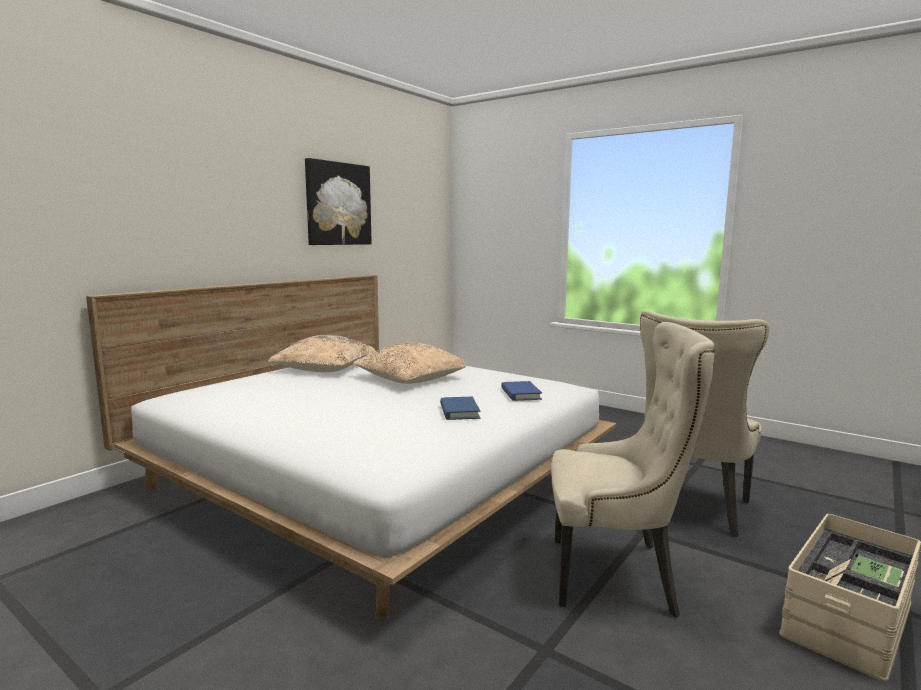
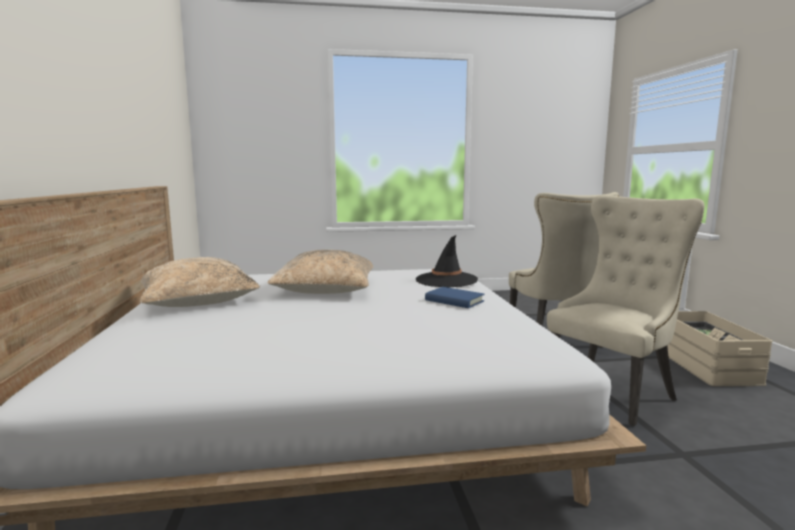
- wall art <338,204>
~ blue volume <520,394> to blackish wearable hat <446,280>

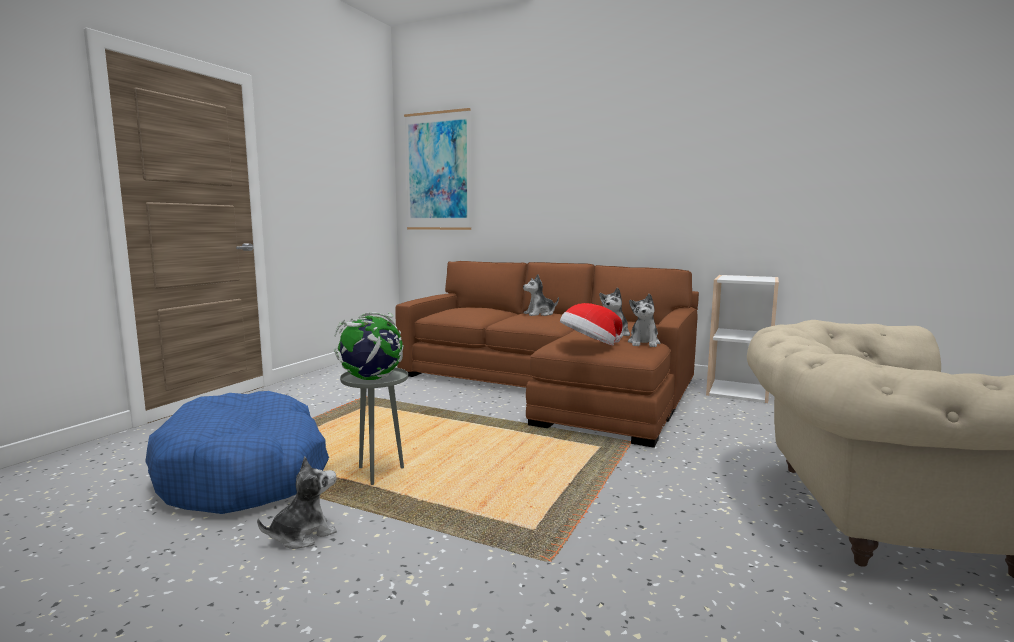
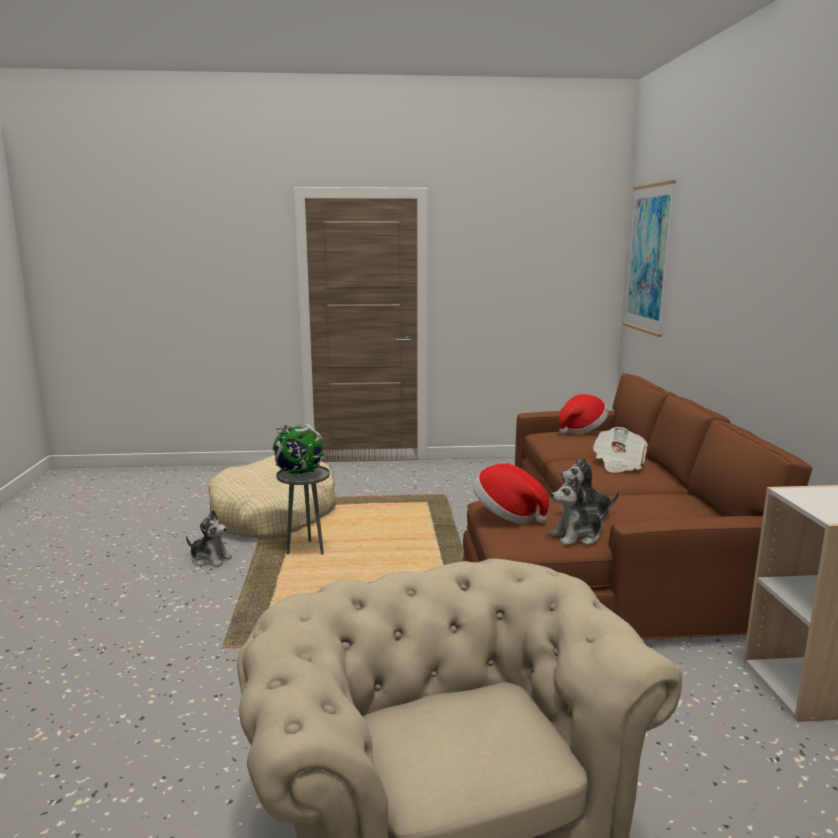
+ wearable hat <581,430>
~ plush toy <540,314> to daily paper <618,464>
~ blue dog bed <246,473> to sand-coloured dog bed <273,514>

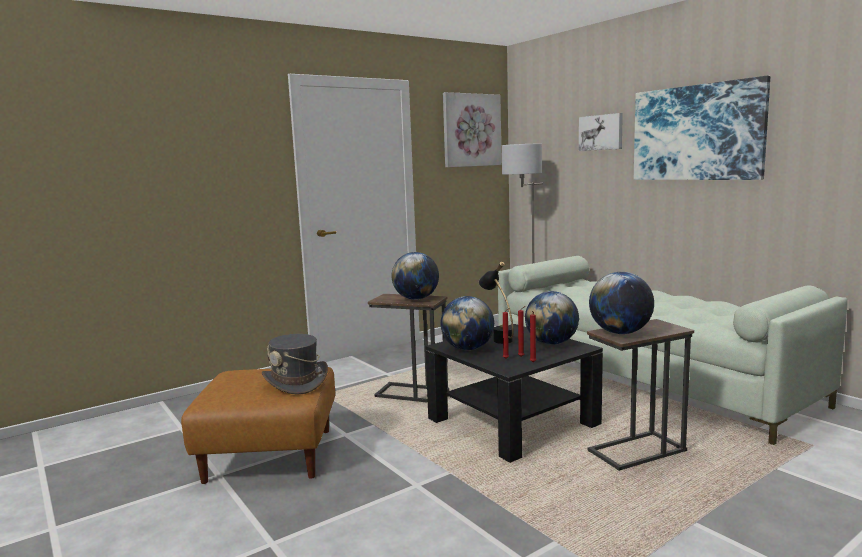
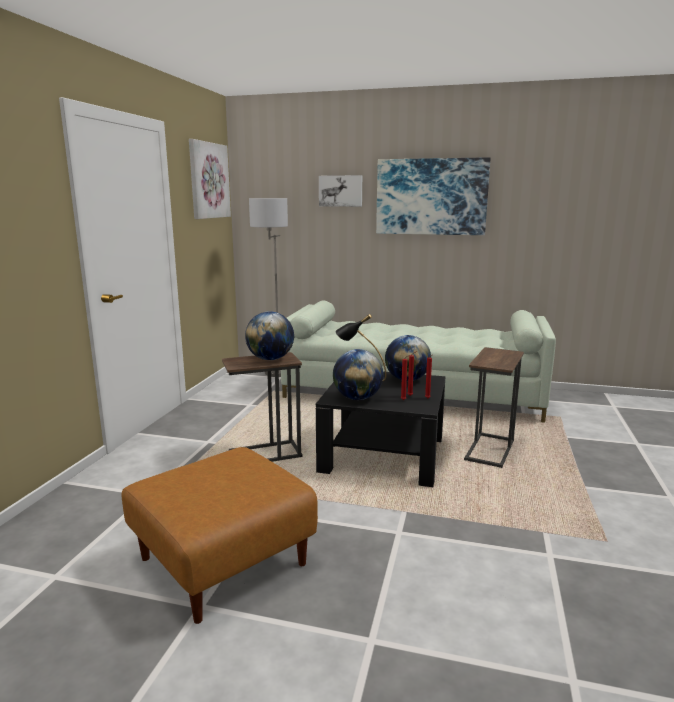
- gray wearable hat <296,382>
- world globe <620,333>

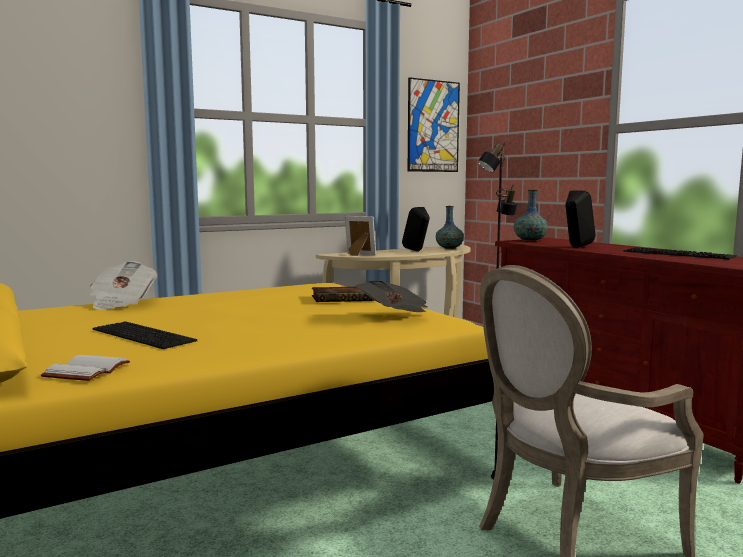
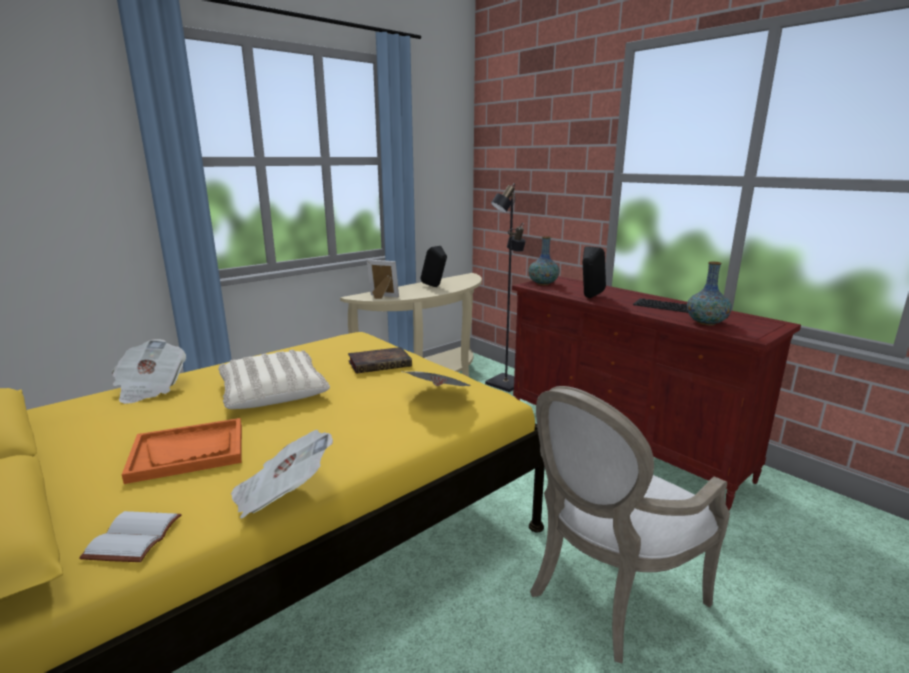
- wall art <433,126>
+ sand-coloured throw pillow <273,391>
+ daily paper <282,495>
~ vase <449,248> to <706,323>
~ computer keyboard <145,334> to orangey carrying tray <188,452>

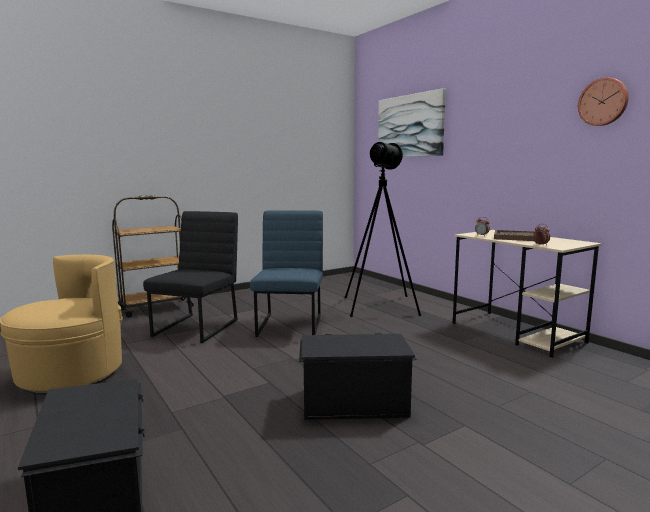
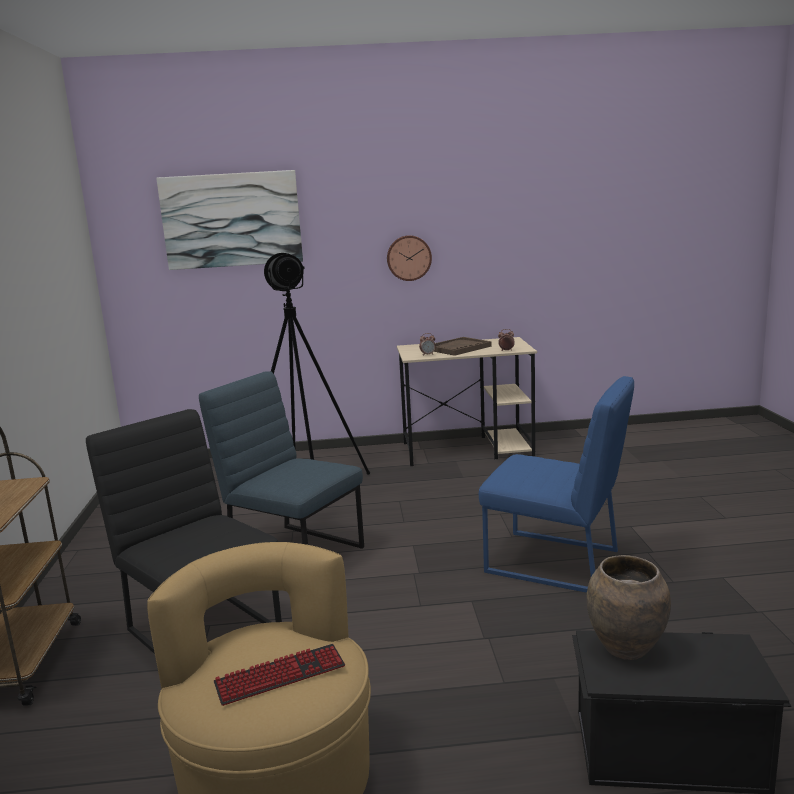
+ computer keyboard <280,676>
+ brown-coloured vase <626,648>
~ wall clock <603,102> to <409,258>
~ blackish storage bin <353,401> to blue upright chair <556,562>

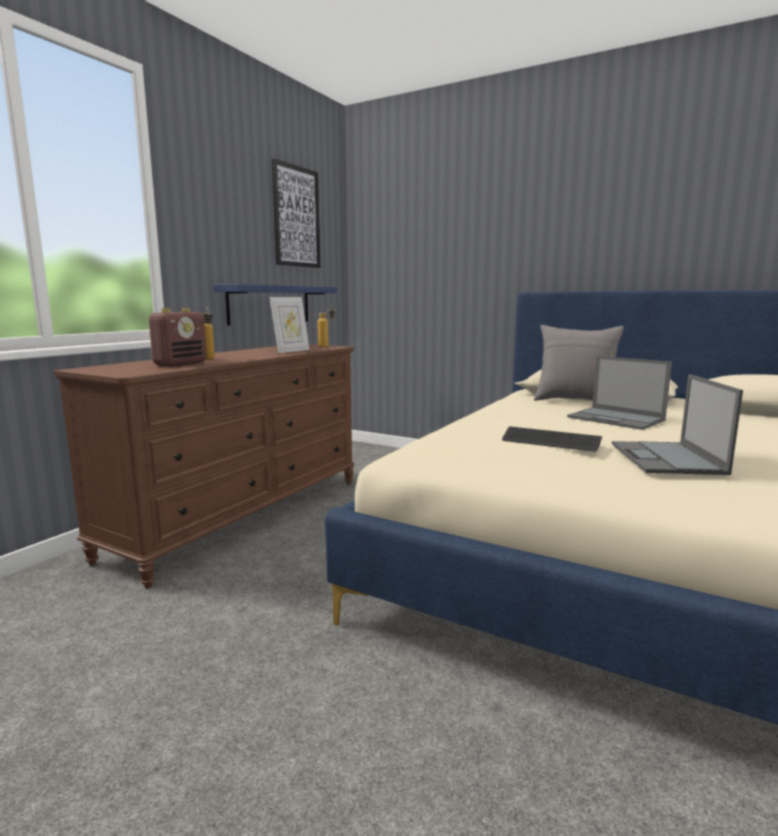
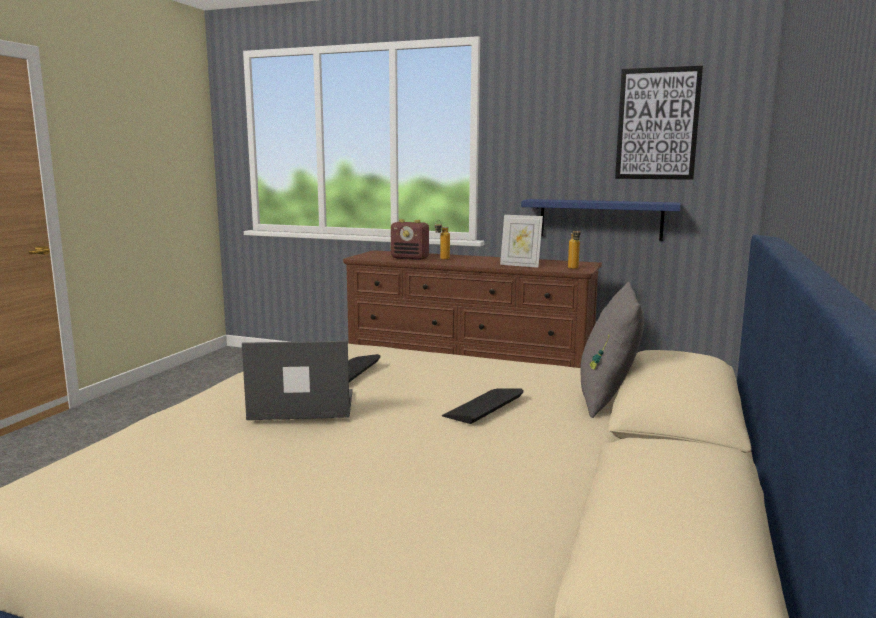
~ portable computer <617,419> to computer keyboard <483,406>

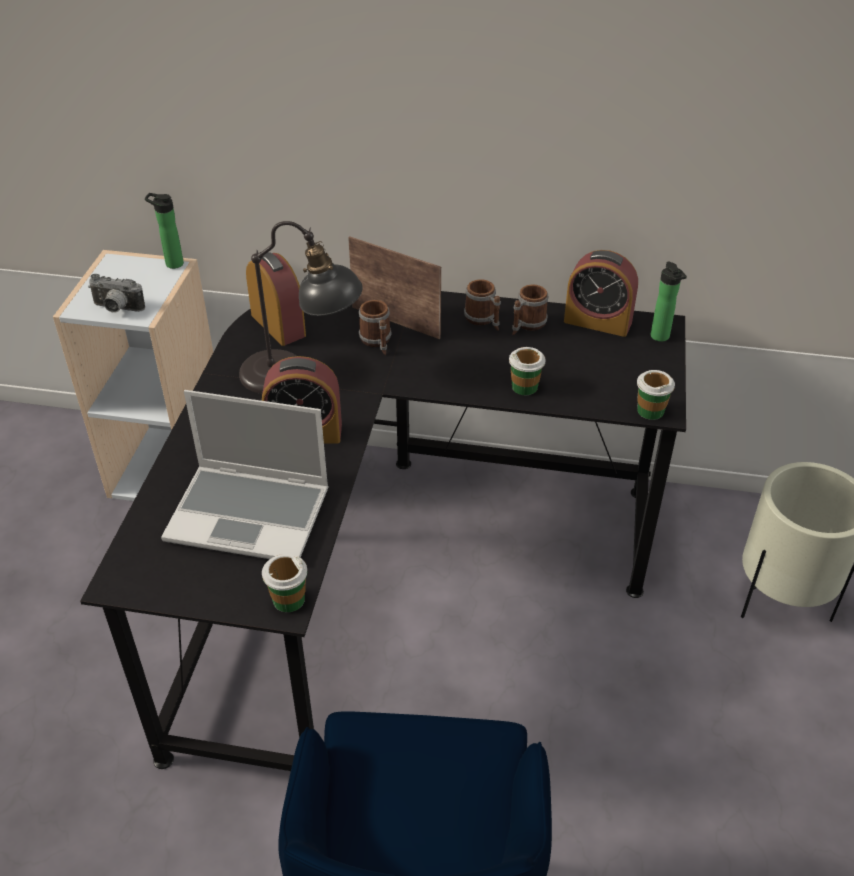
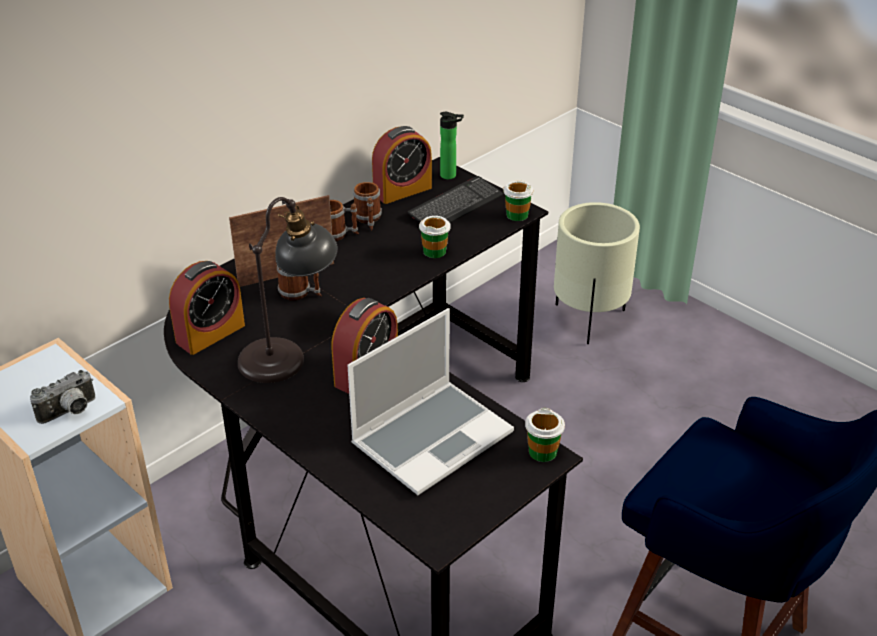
- drink bottle <171,263>
+ computer keyboard <455,206>
~ table clock <278,325> = <210,334> 135 degrees clockwise

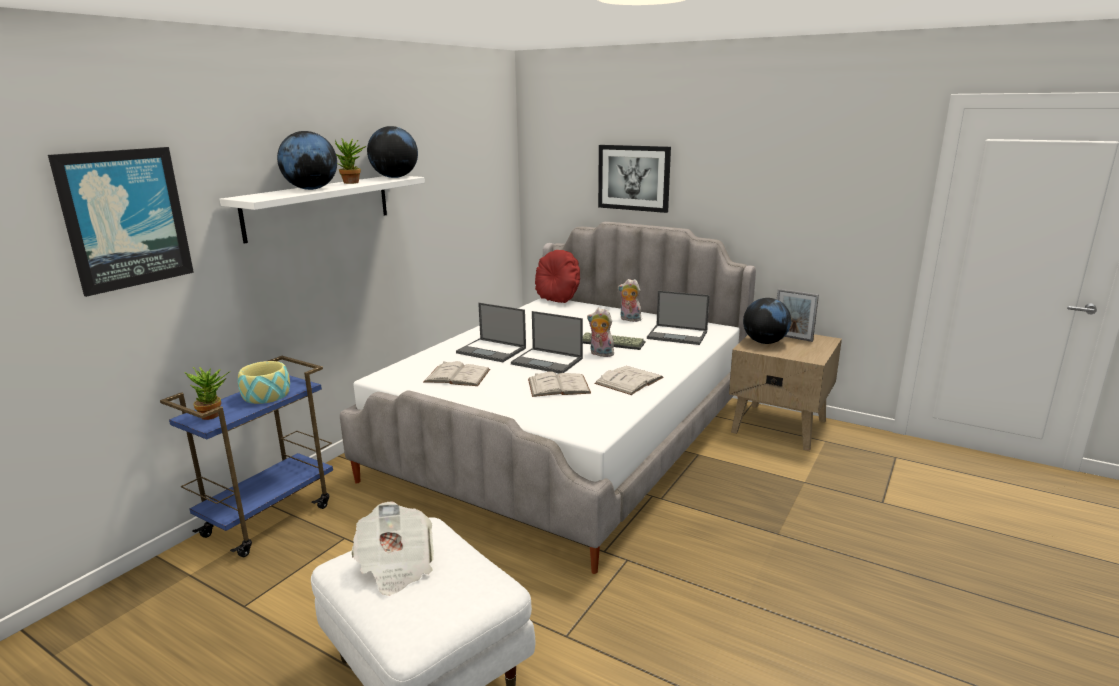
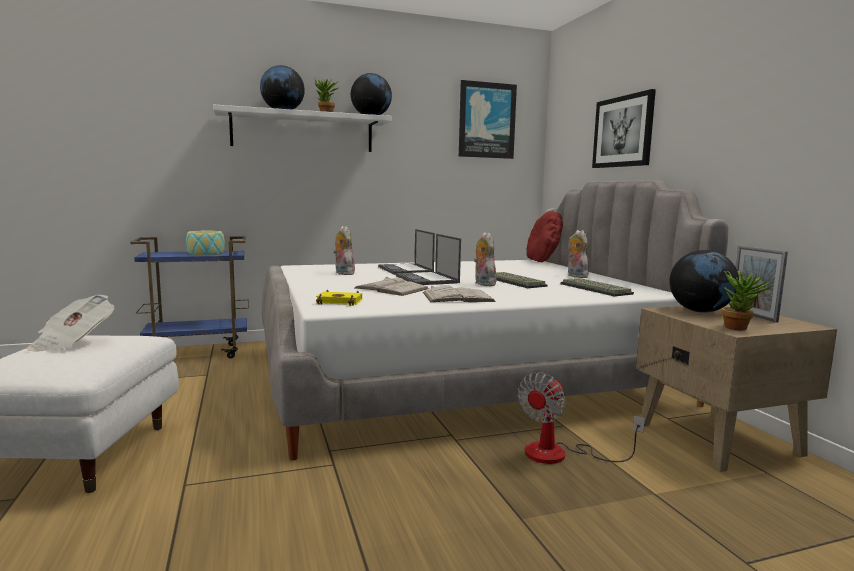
+ yellowish volume <341,302>
+ electric fan <560,454>
~ wall art <125,219> to <486,120>
~ houseplant <214,415> to <740,328>
~ white-coloured volume <457,376> to plush toy <343,273>
~ portable computer <678,335> to computer keyboard <596,289>

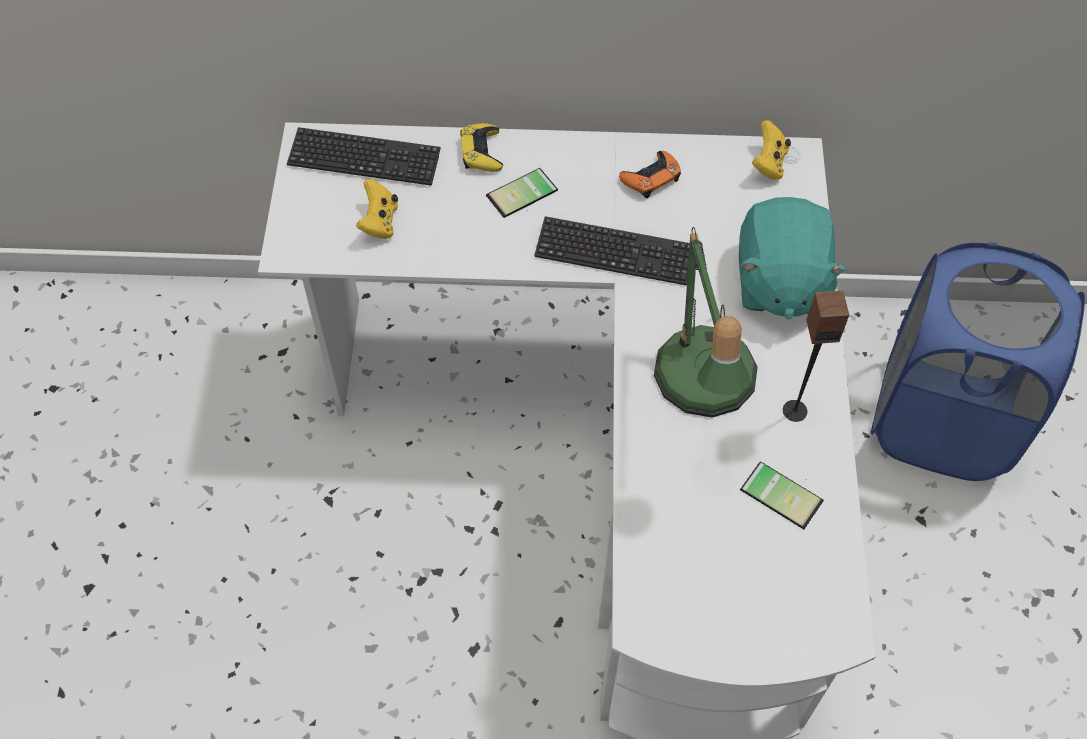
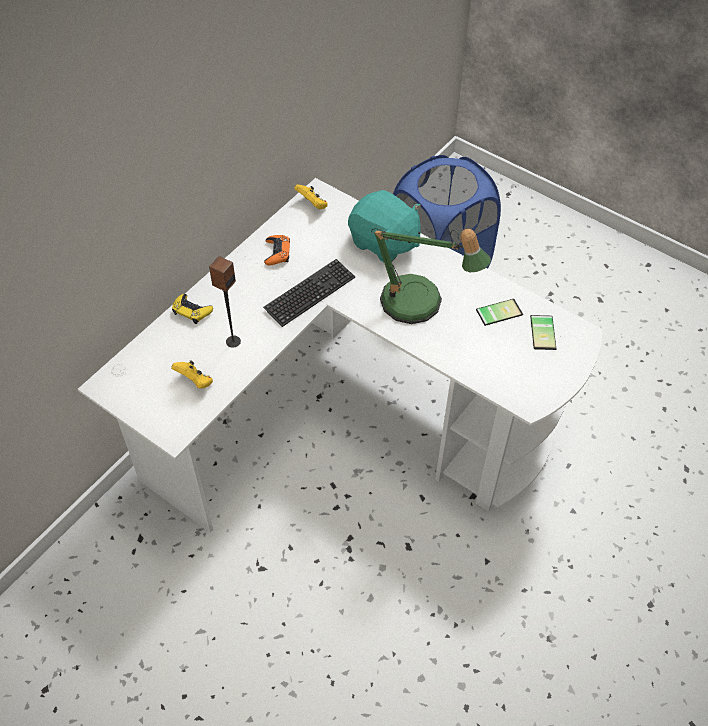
- computer keyboard <364,159>
~ phone <524,195> to <545,332>
~ speaker <794,410> to <233,341>

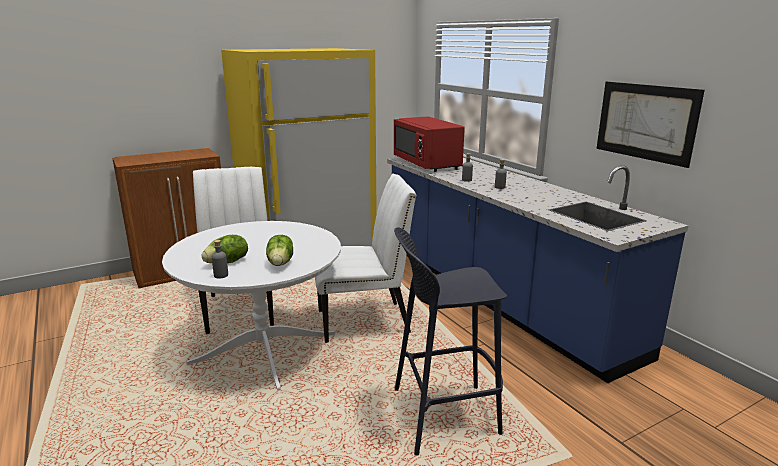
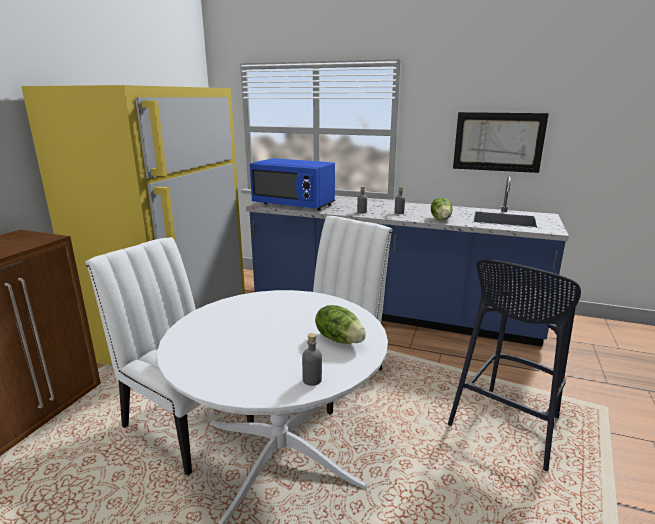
~ lettuce head <228,262> to <441,219>
~ reddish microwave <427,164> to blue microwave <294,205>

